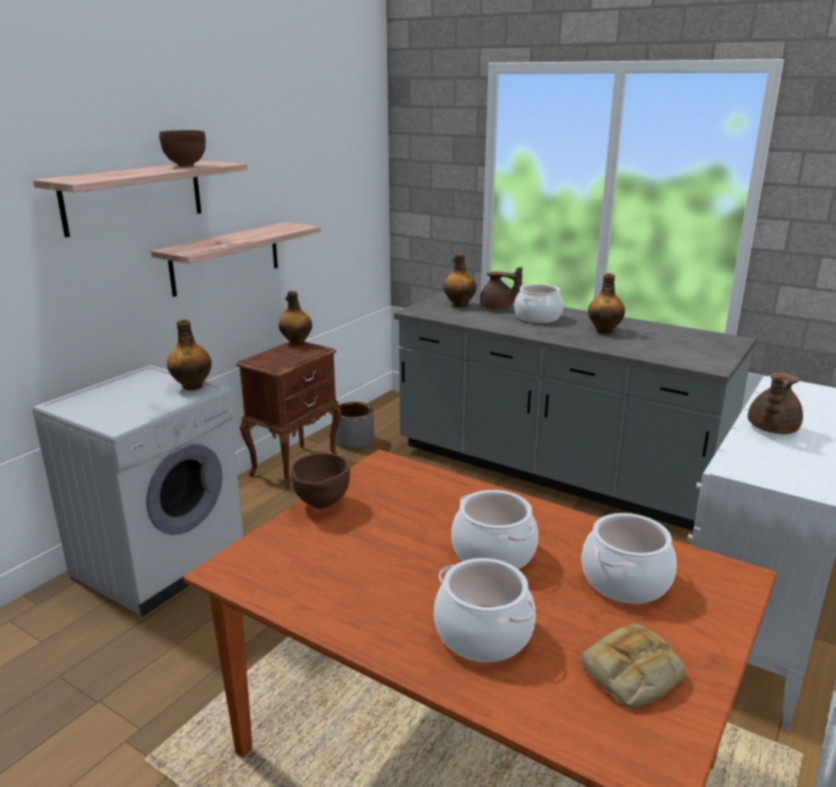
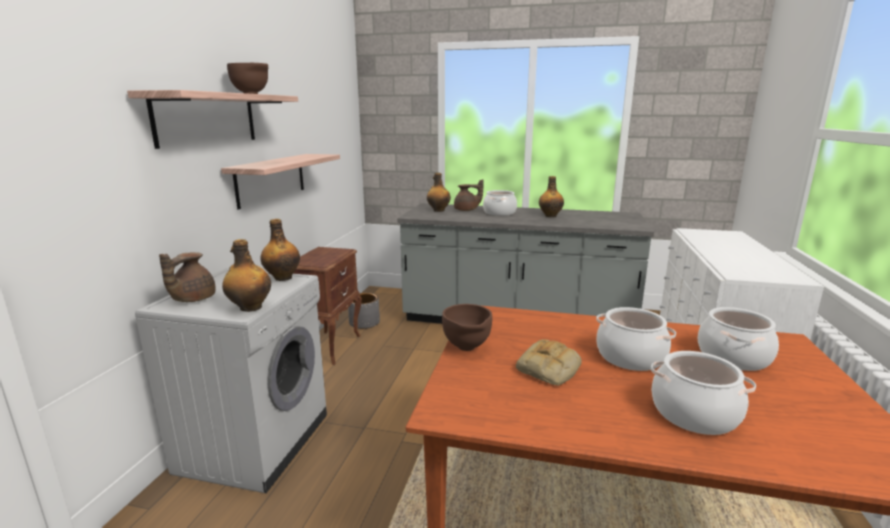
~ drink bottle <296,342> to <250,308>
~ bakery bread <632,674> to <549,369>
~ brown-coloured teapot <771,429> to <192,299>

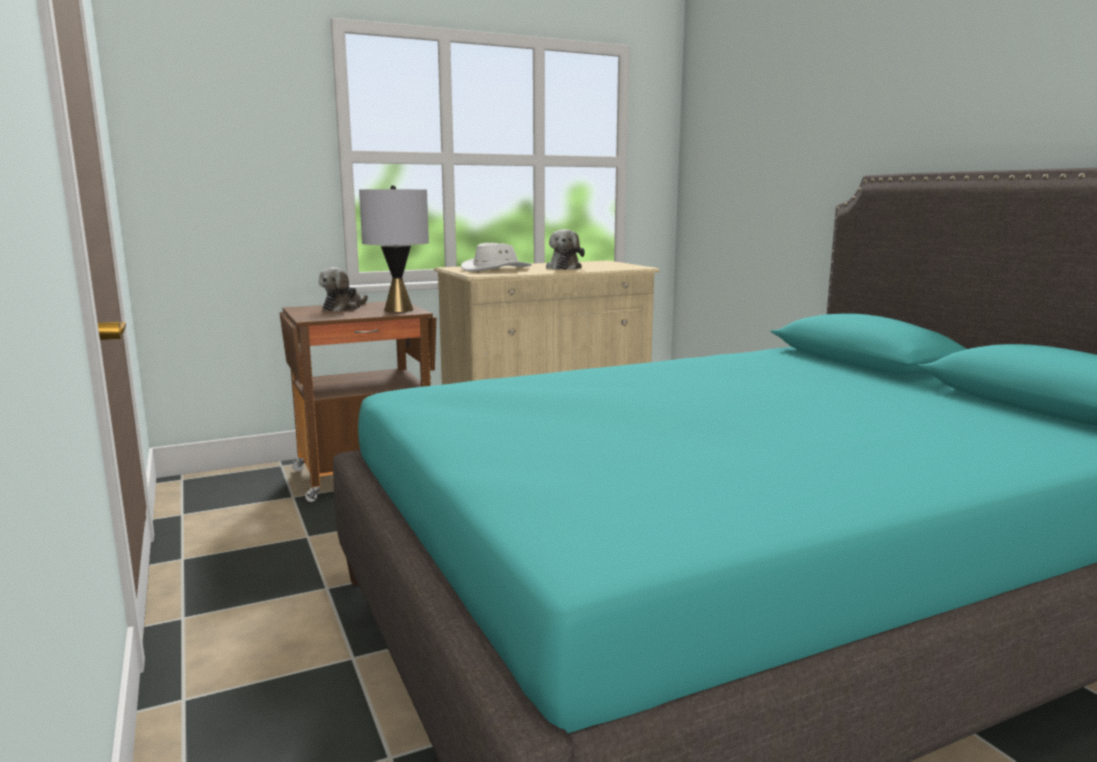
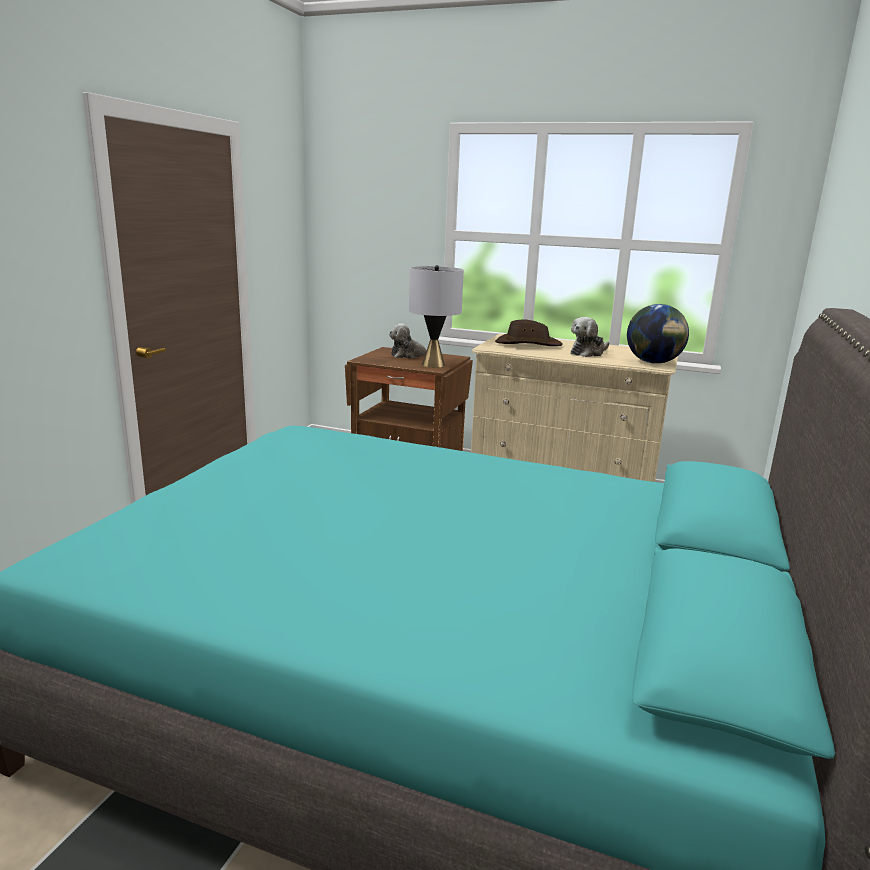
+ world globe <653,362>
~ white-coloured wearable hat <496,269> to brown-coloured wearable hat <528,344>

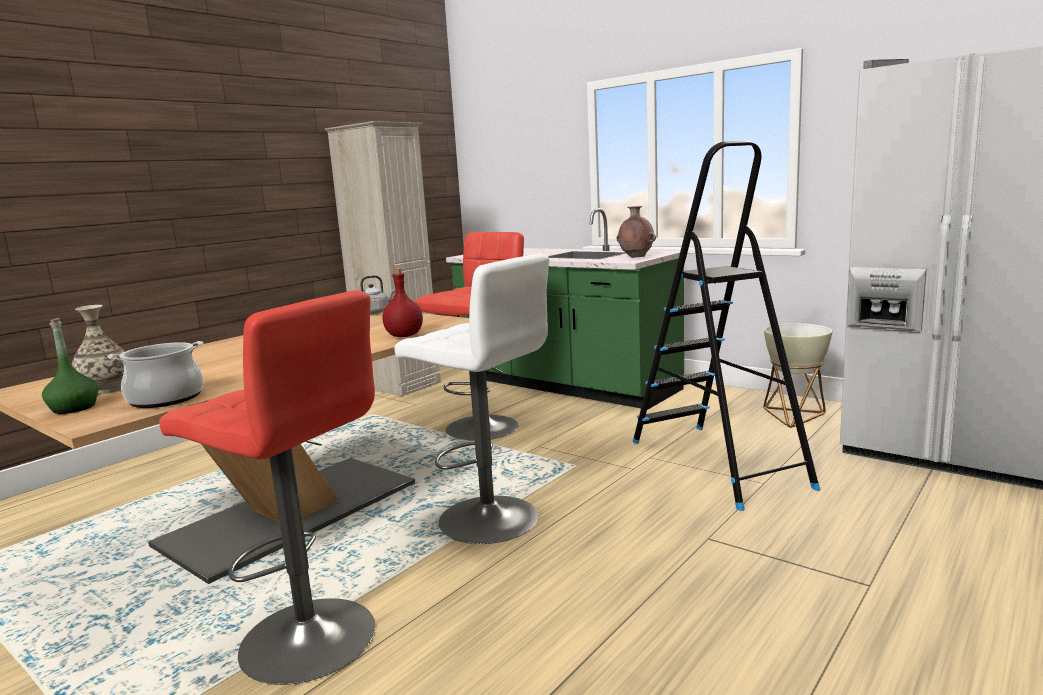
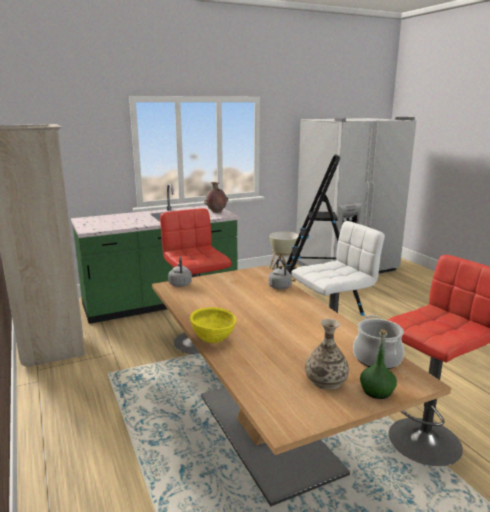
+ yellowish deep dish <213,341>
~ reddish drink bottle <404,336> to gray tea kettle <279,286>

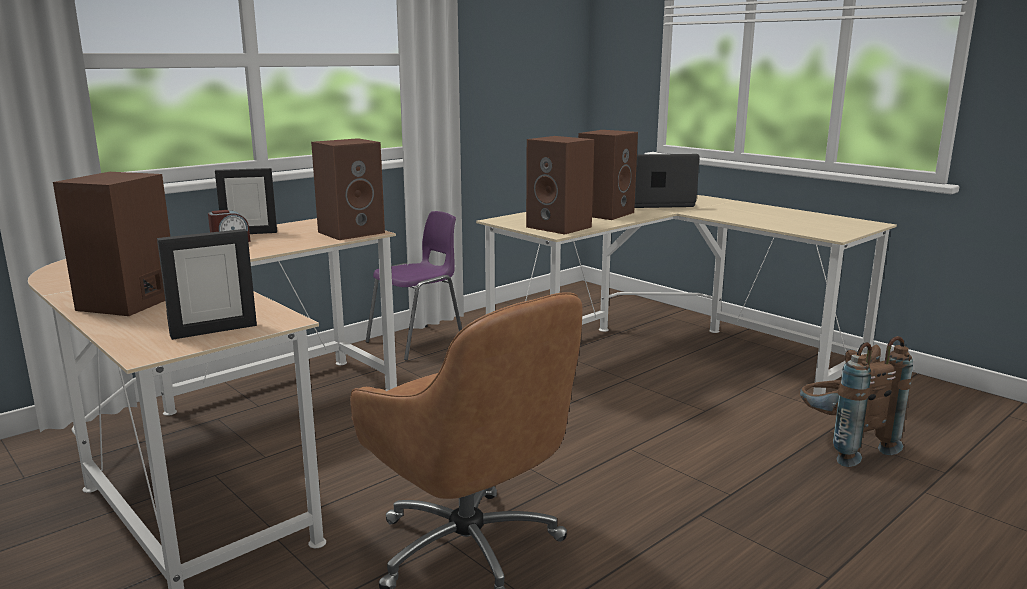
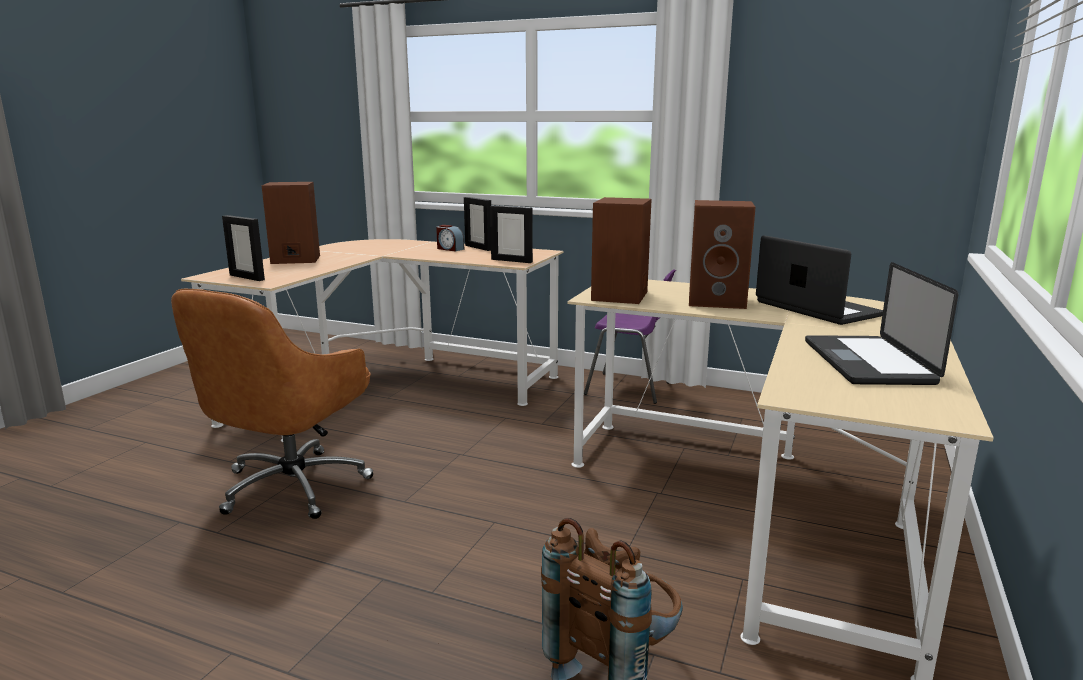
+ portable computer <867,362>
~ brown-coloured speaker <352,232> to picture frame <512,260>

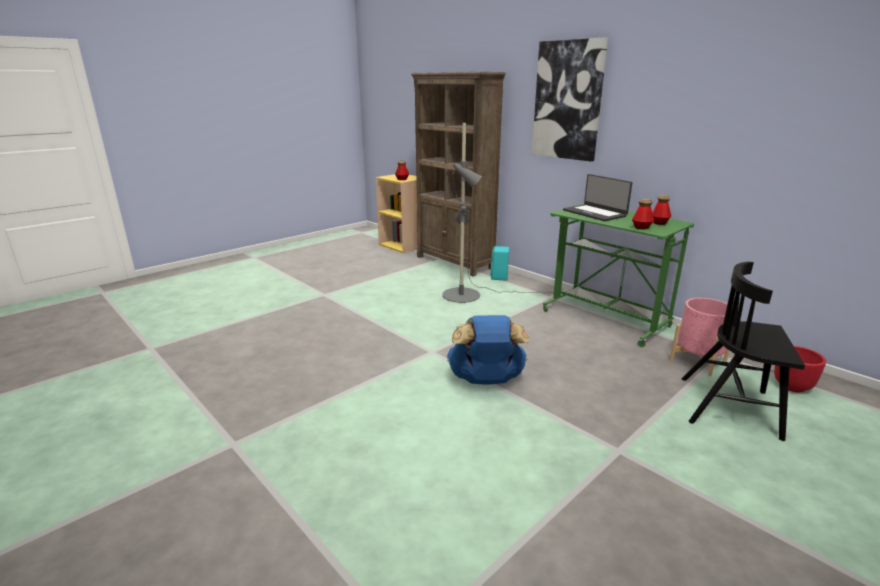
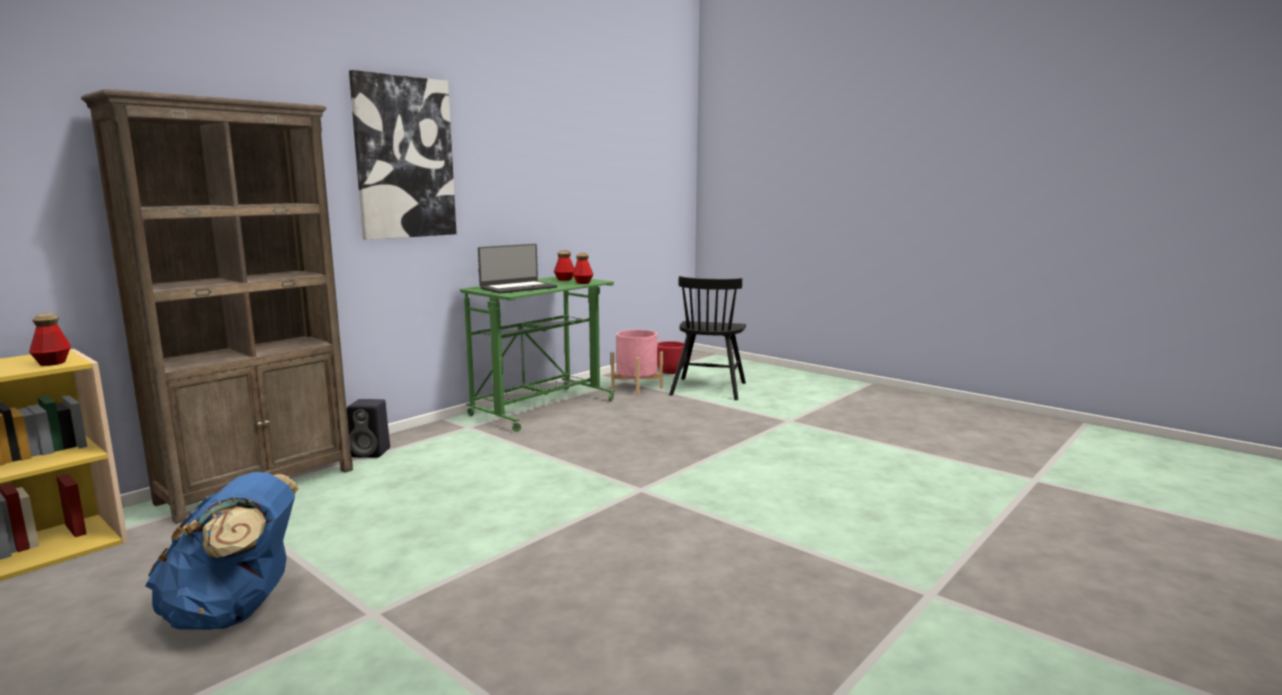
- gray floor lamp <470,295>
~ blue knapsack <486,380> to <236,612>
~ blue-green speaker <499,277> to blackish speaker <371,452>

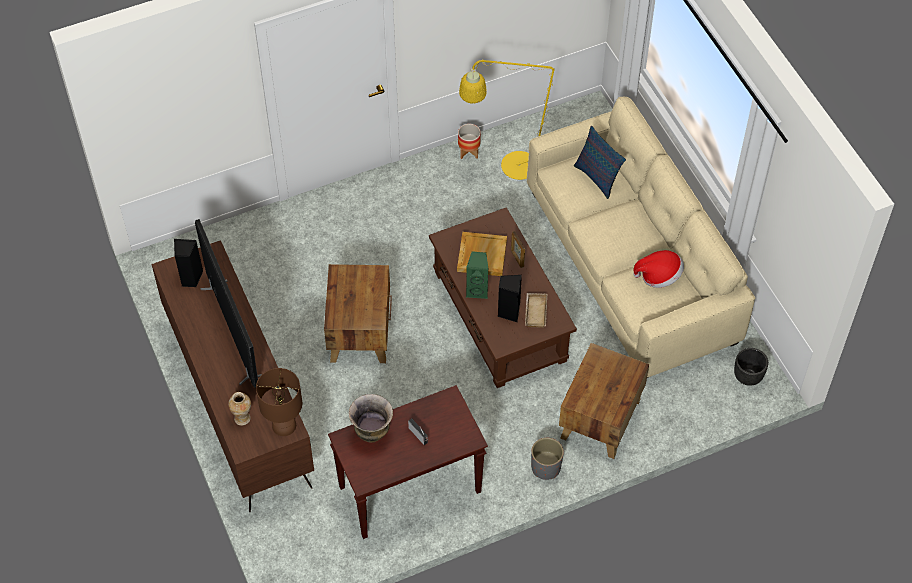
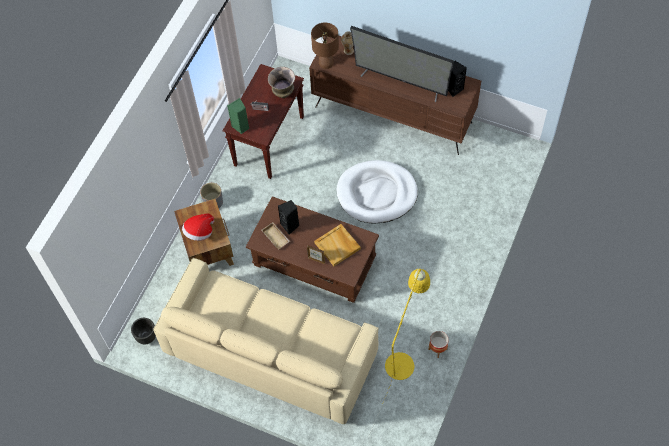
- blue throw pillow <597,178>
~ greenish speaker <477,290> to <241,127>
~ wearable hat <659,276> to <199,232>
~ brown-coloured end table <360,331> to white-coloured dog bed <377,194>

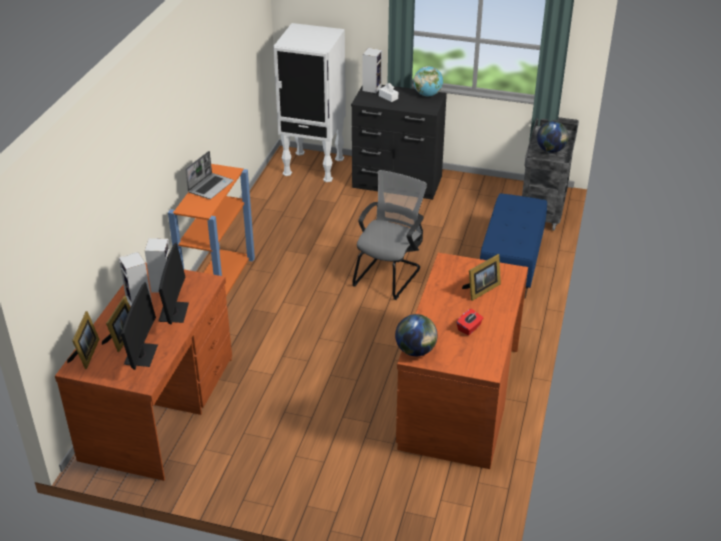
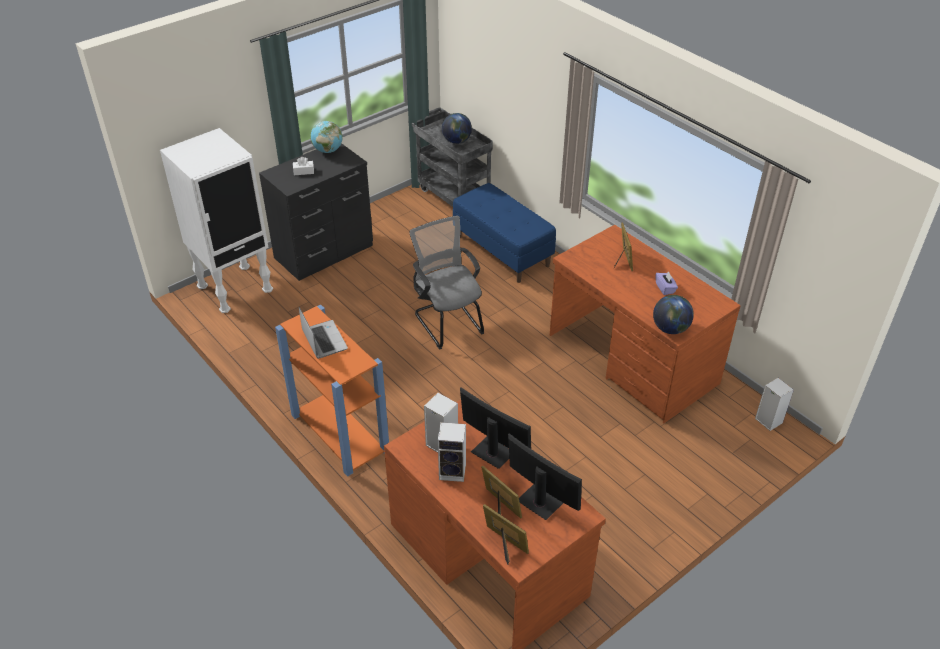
~ speaker <372,88> to <767,420>
~ reddish tissue holder <469,328> to purple-coloured tissue holder <665,288>

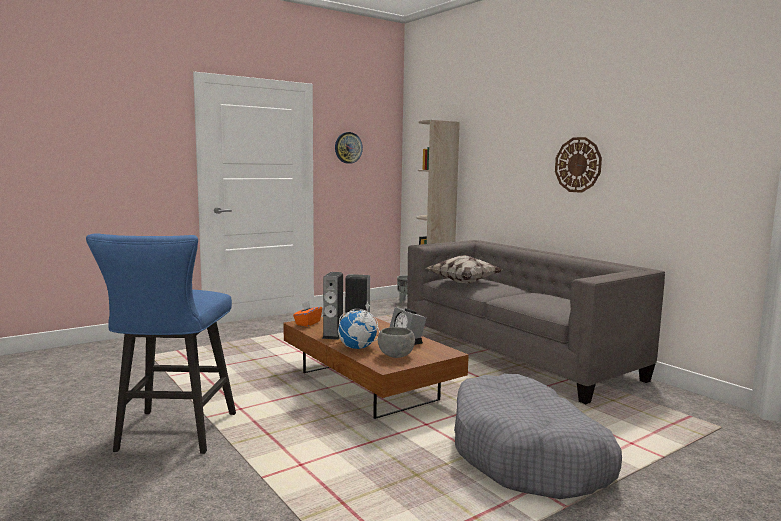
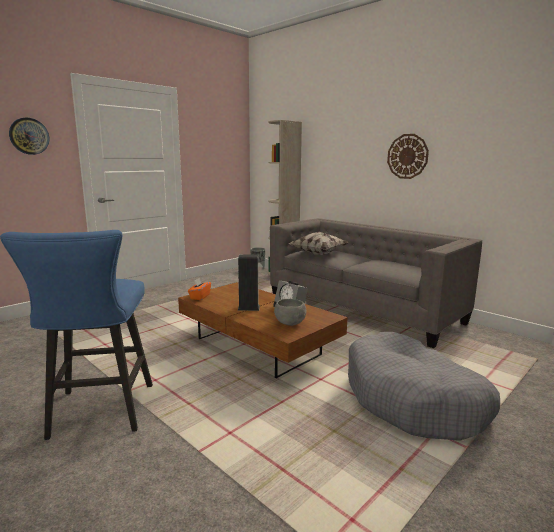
- speaker <333,335>
- world globe <358,348>
~ wall clock <348,147> to <29,136>

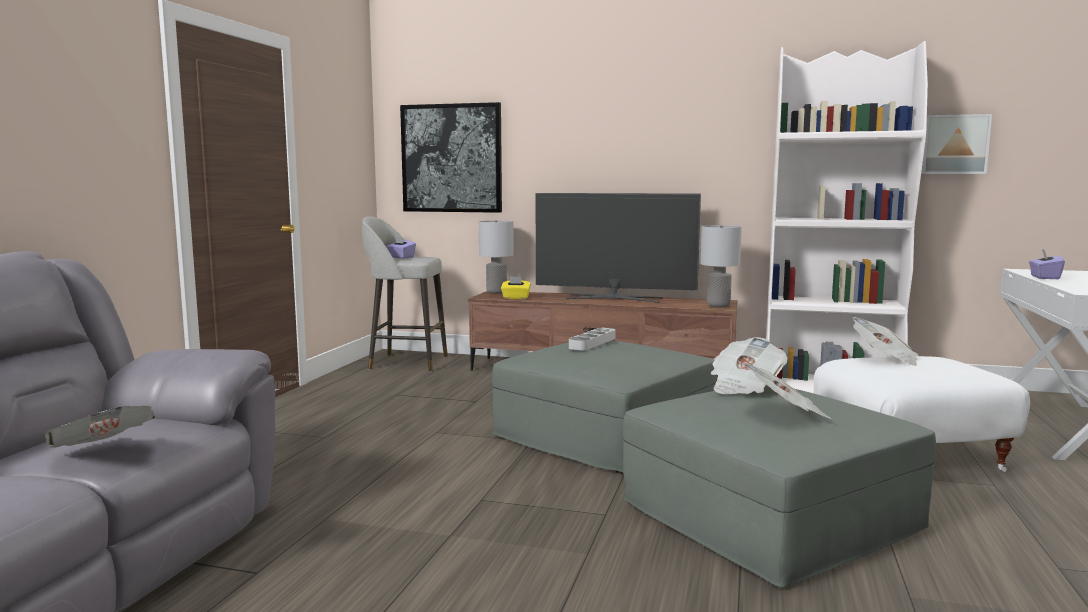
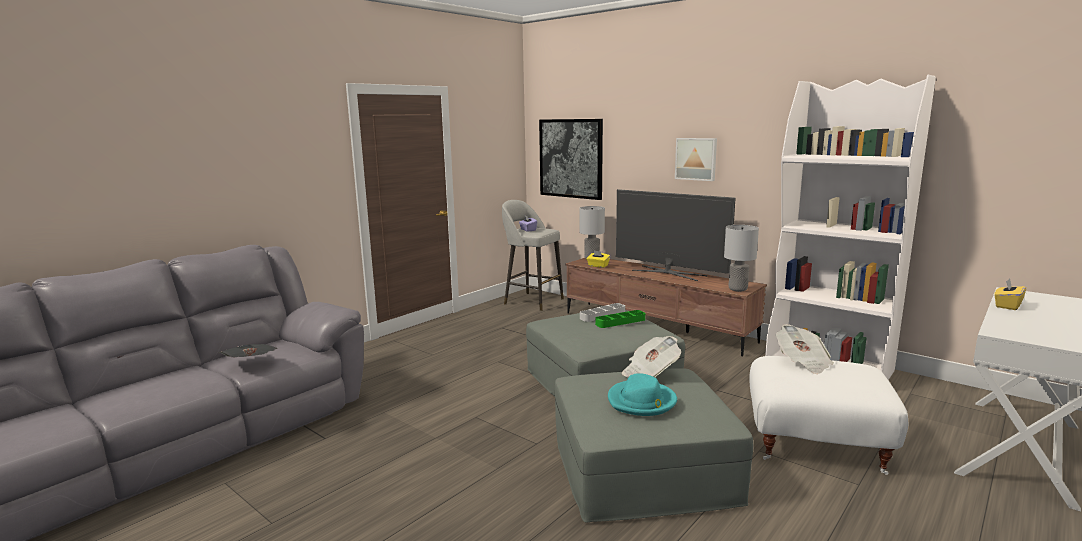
+ greenish carrying tray <620,322>
~ wall art <955,144> to <696,159>
~ daily paper <785,413> to blue-green wearable hat <642,401>
~ purple-coloured tissue holder <1044,277> to yellowish tissue holder <1007,305>

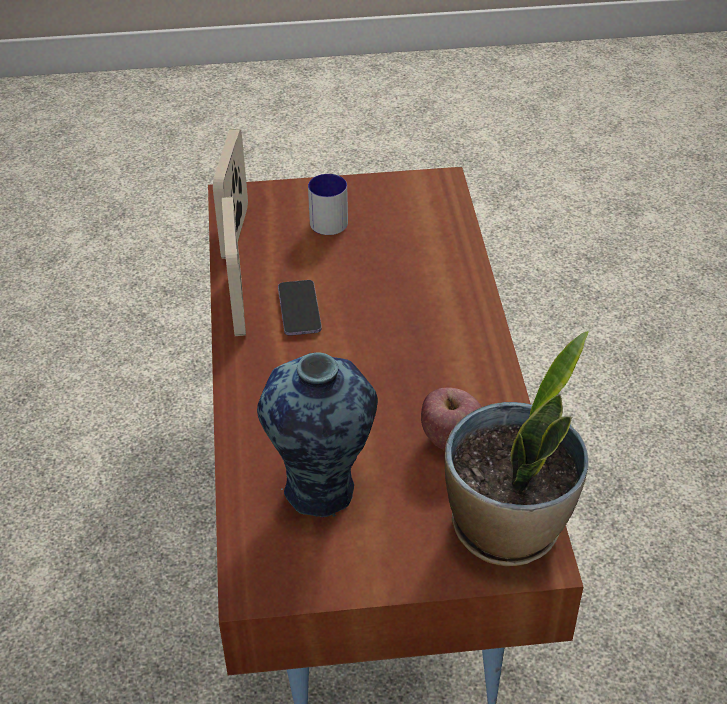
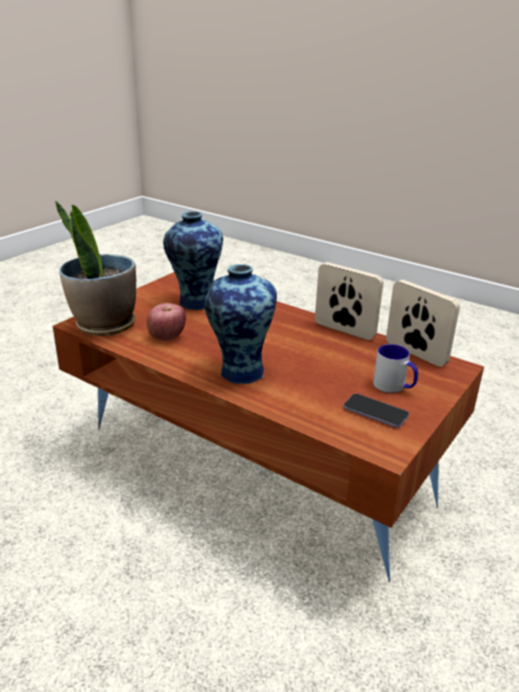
+ vase <240,371>
~ phone <299,309> to <375,412>

